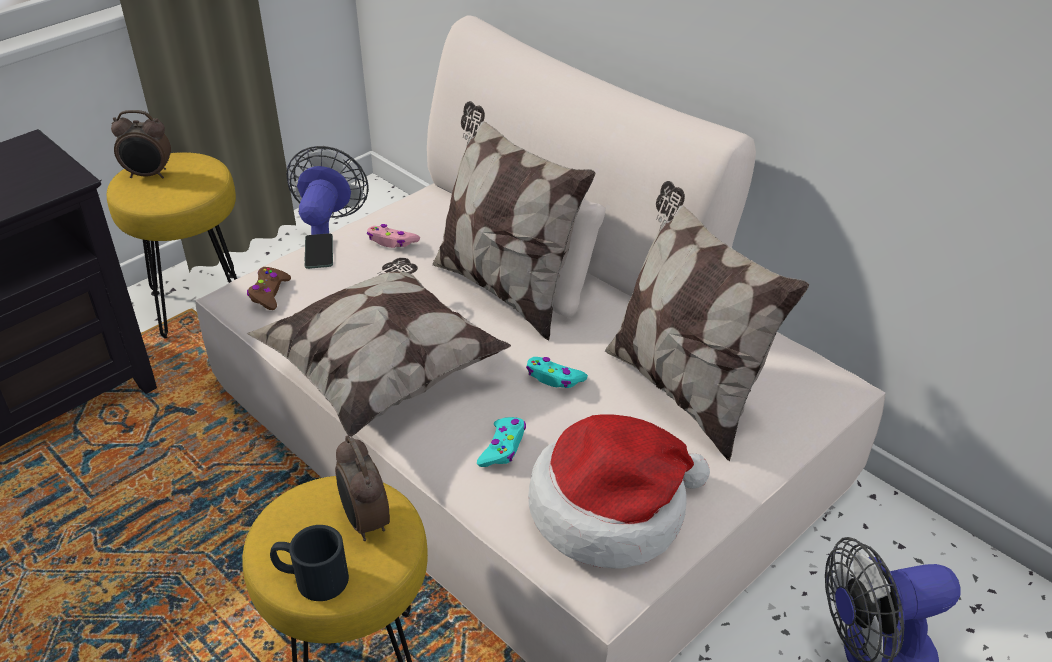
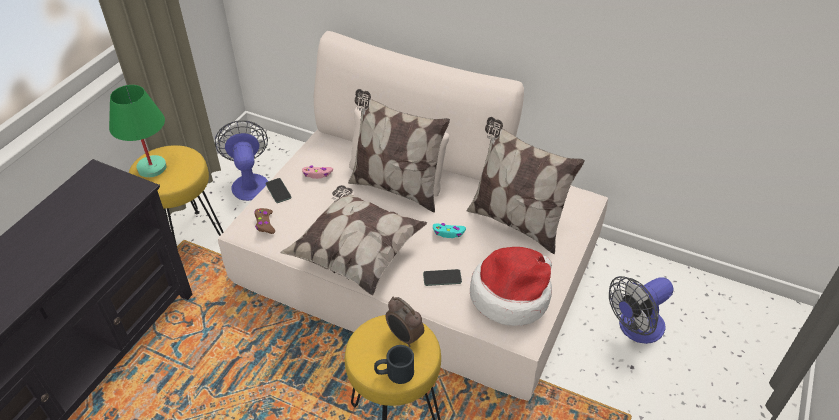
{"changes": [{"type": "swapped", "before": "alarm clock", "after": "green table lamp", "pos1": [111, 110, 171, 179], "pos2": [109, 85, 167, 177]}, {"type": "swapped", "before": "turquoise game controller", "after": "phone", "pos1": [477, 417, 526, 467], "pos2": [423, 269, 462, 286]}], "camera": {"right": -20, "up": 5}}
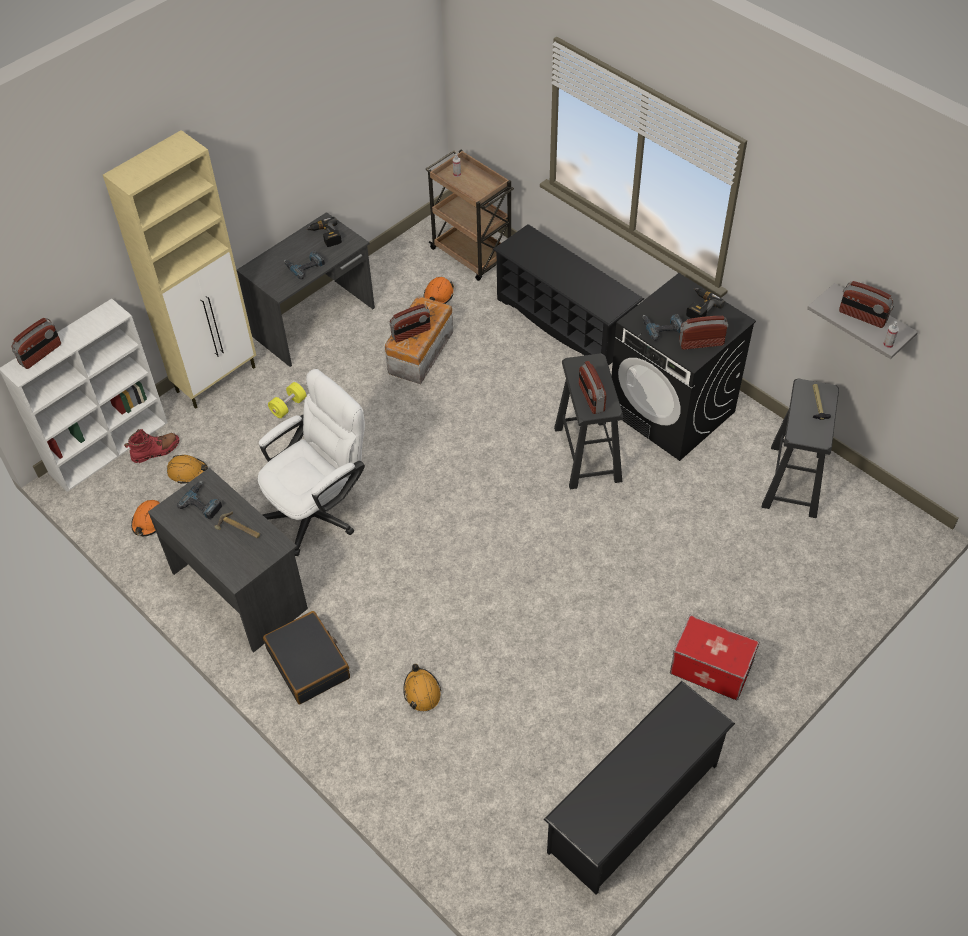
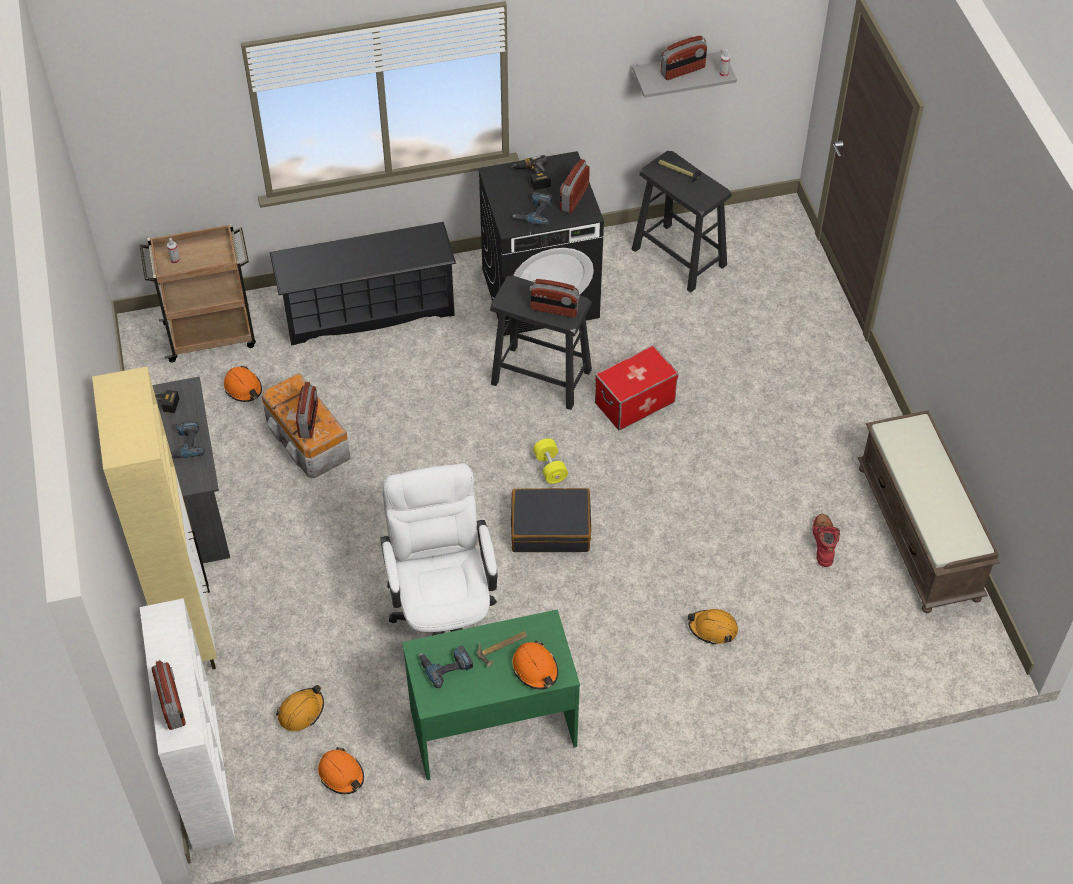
{"changes": [{"type": "repainted", "before": "grey desk", "after": "green desk", "pos1": [148, 468, 308, 652], "pos2": [402, 609, 580, 780]}, {"type": "shifted", "before": "black suitcase", "pos1": [263, 611, 350, 704], "pos2": [511, 488, 591, 552]}, {"type": "new", "after": "orange hard hat", "pos2": [512, 640, 558, 690]}, {"type": "shifted", "before": "yellow dumbbell", "pos1": [268, 382, 307, 418], "pos2": [533, 438, 568, 484]}, {"type": "shifted", "before": "storage box", "pos1": [670, 615, 759, 701], "pos2": [595, 345, 679, 430]}, {"type": "shifted", "before": "red boot", "pos1": [124, 429, 179, 463], "pos2": [812, 514, 840, 567]}, {"type": "swapped", "before": "black shoe rack", "after": "brown bench", "pos1": [544, 681, 735, 895], "pos2": [858, 410, 1000, 613]}], "camera": {"right": -60, "up": 0}}
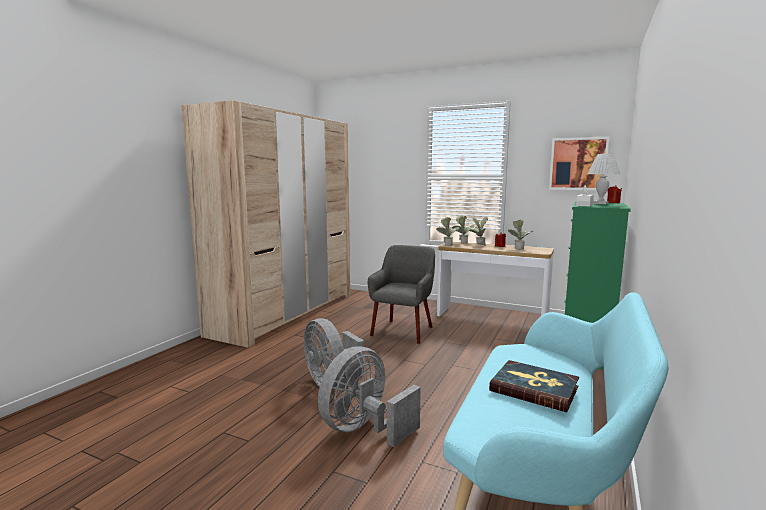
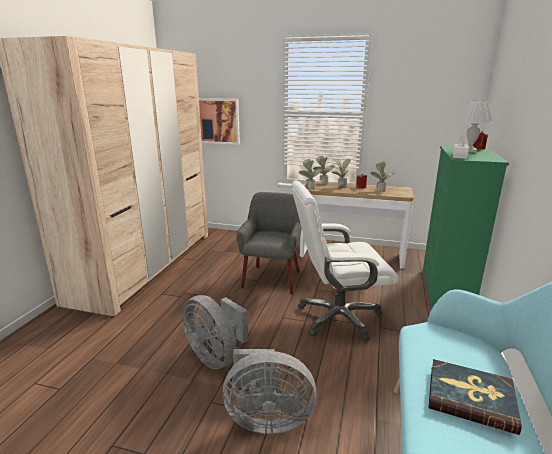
{"changes": [{"type": "shifted", "before": "picture", "pos1": [549, 136, 610, 190], "pos2": [199, 98, 240, 145]}, {"type": "rotated", "before": "grey fan", "pos1": [318, 346, 421, 448], "pos2": [223, 349, 317, 434], "turn": -120}, {"type": "new", "after": "white office chair", "pos2": [291, 180, 399, 342]}], "camera": {"right": -10, "up": 10}}
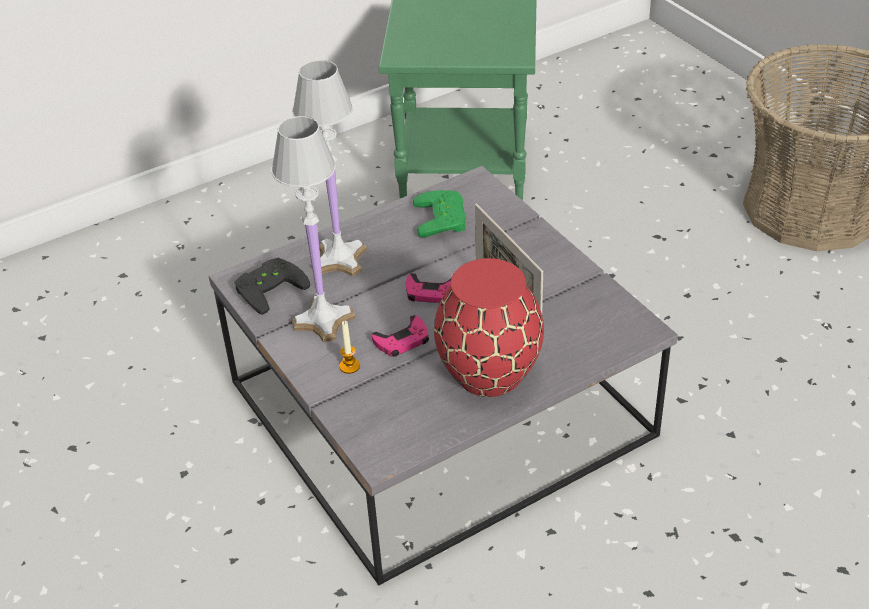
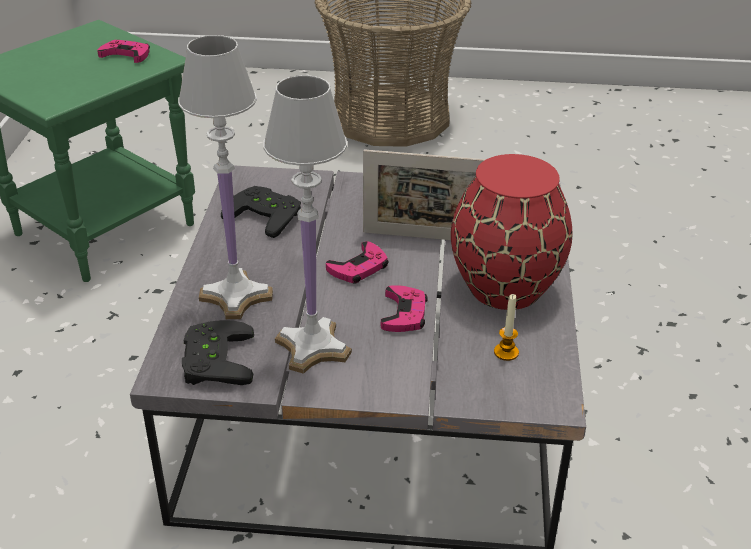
{"changes": [{"type": "new", "after": "pink game controller", "pos2": [97, 40, 150, 63]}, {"type": "repainted", "before": "green game controller", "after": "black game controller", "pos1": [413, 190, 466, 237], "pos2": [221, 186, 301, 238]}, {"type": "shifted", "before": "candle", "pos1": [339, 321, 360, 374], "pos2": [494, 294, 519, 361]}], "camera": {"right": -55, "up": -5}}
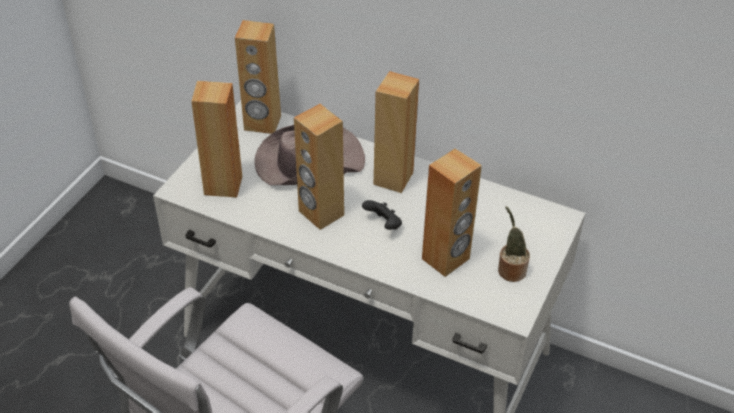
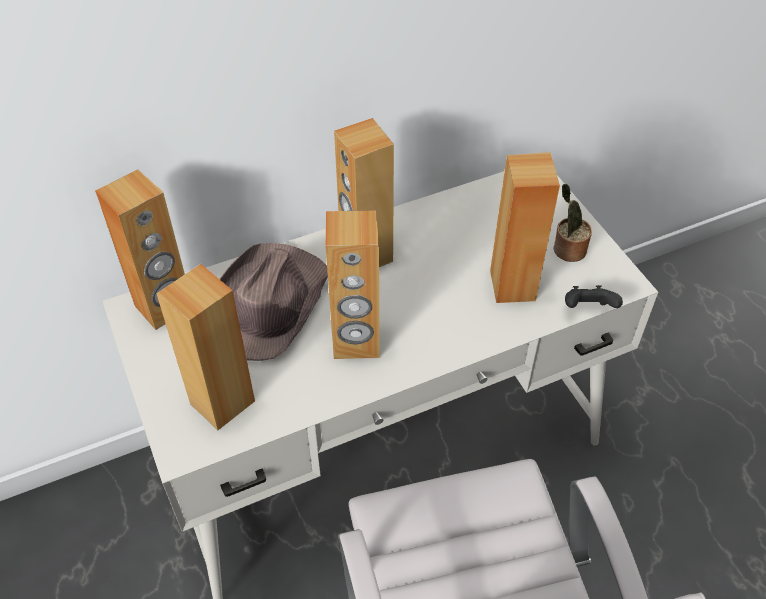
{"changes": [{"type": "shifted", "before": "black game controller", "pos1": [362, 200, 402, 230], "pos2": [565, 285, 623, 308]}], "camera": {"right": -50, "up": 5}}
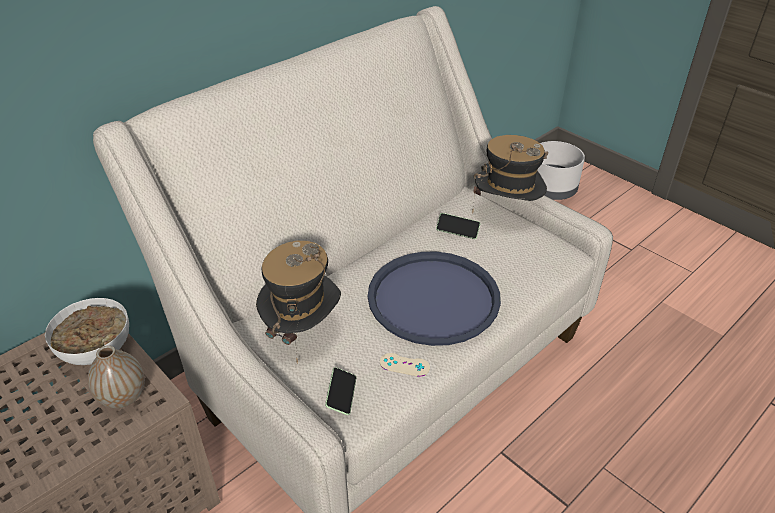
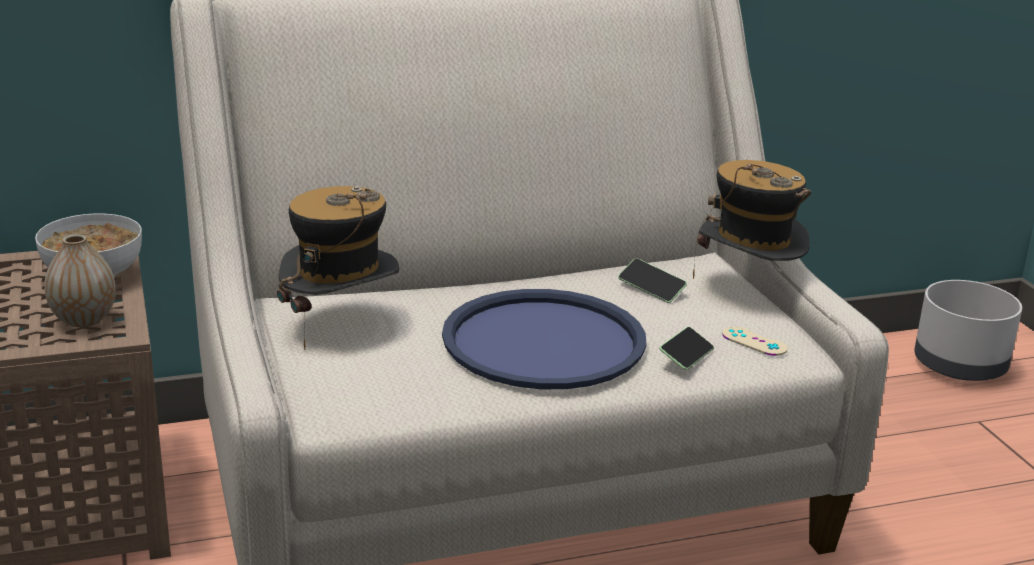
{"changes": [{"type": "shifted", "before": "phone", "pos1": [325, 367, 357, 415], "pos2": [659, 327, 714, 370]}, {"type": "shifted", "before": "beige game controller", "pos1": [380, 353, 430, 377], "pos2": [722, 326, 788, 356]}], "camera": {"right": 25, "up": -15}}
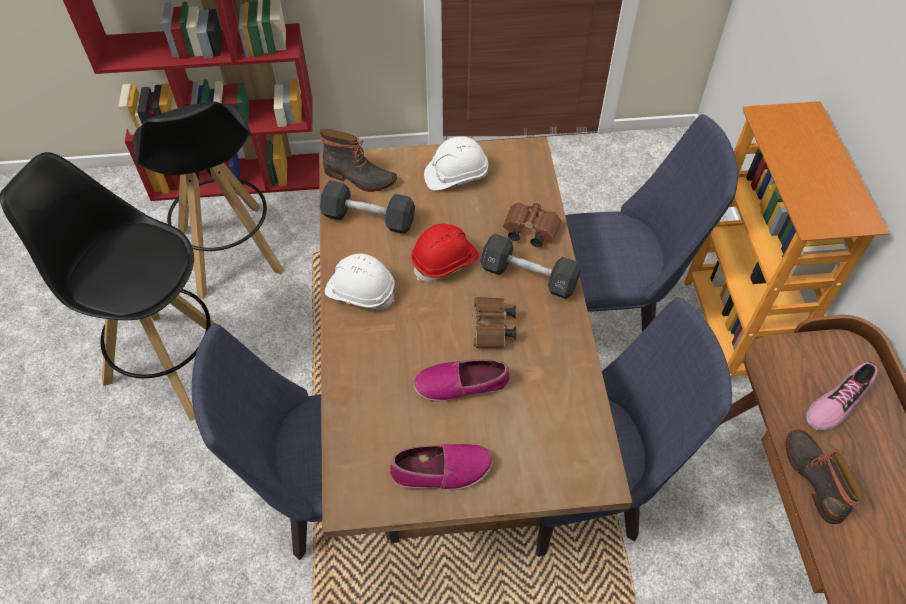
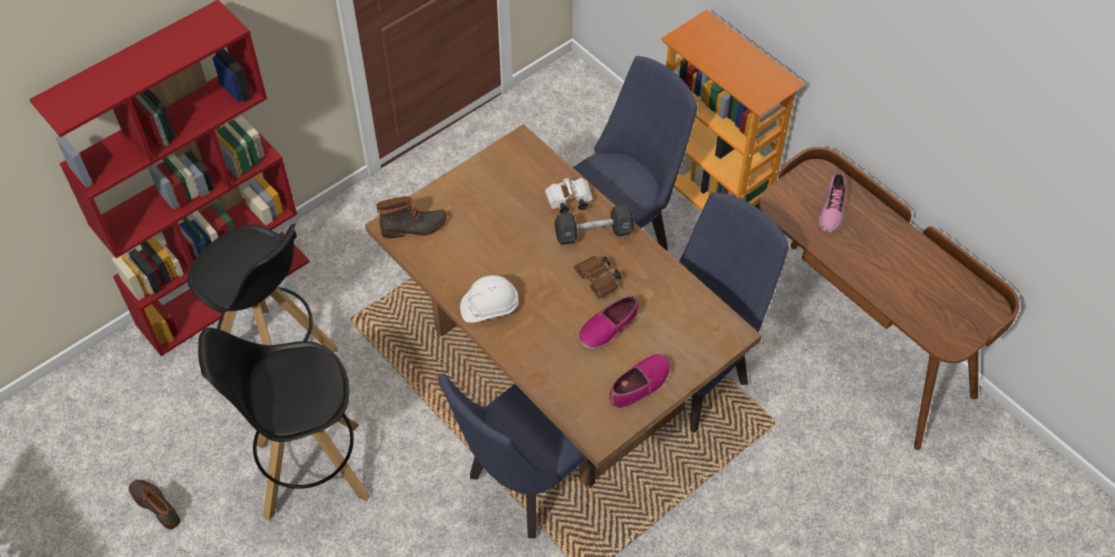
{"changes": [{"type": "shifted", "before": "boot", "pos1": [785, 430, 863, 524], "pos2": [129, 480, 180, 529]}, {"type": "repainted", "before": "brown binoculars", "after": "white binoculars", "pos1": [503, 202, 562, 247], "pos2": [545, 177, 593, 214]}, {"type": "gone", "before": "black dumbbell", "pos1": [320, 180, 415, 234]}, {"type": "gone", "before": "red hard hat", "pos1": [411, 224, 479, 282]}, {"type": "gone", "before": "white hard hat", "pos1": [424, 136, 488, 191]}], "camera": {"right": -35, "up": 0}}
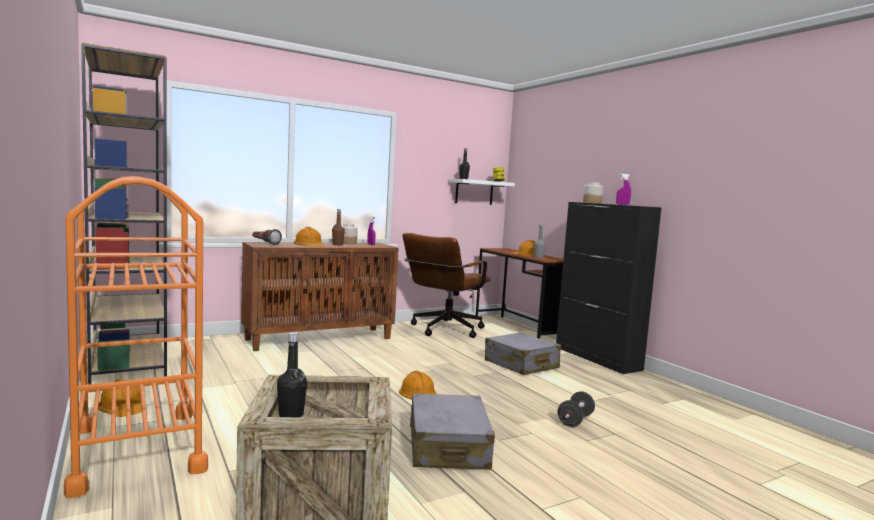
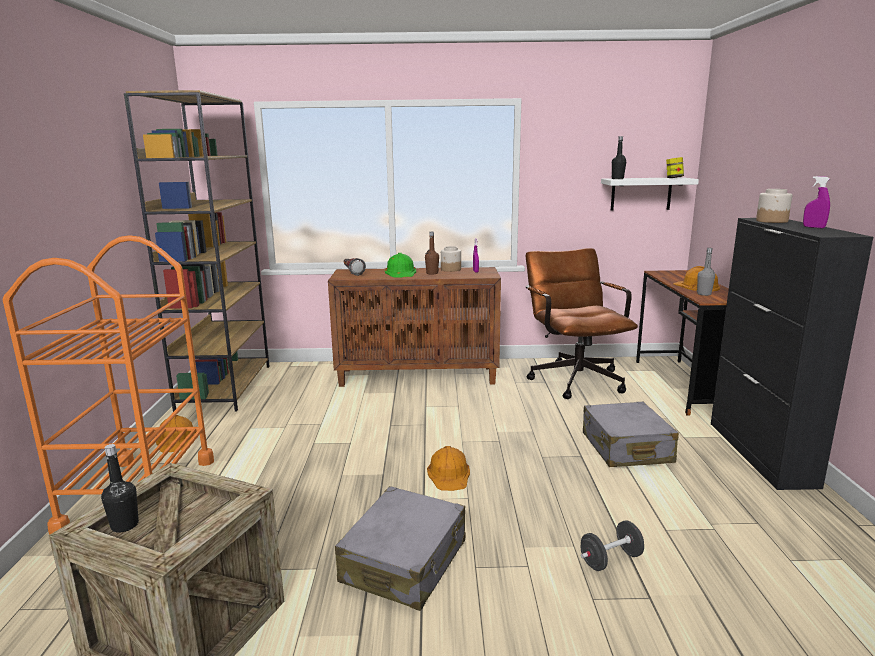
{"changes": [{"type": "repainted", "before": "orange hard hat", "after": "green hard hat", "pos1": [293, 227, 325, 247], "pos2": [385, 253, 416, 277]}, {"type": "rotated", "before": "brown office chair", "pos1": [403, 233, 491, 338], "pos2": [526, 248, 638, 399], "turn": 105}], "camera": {"right": 30, "up": 10}}
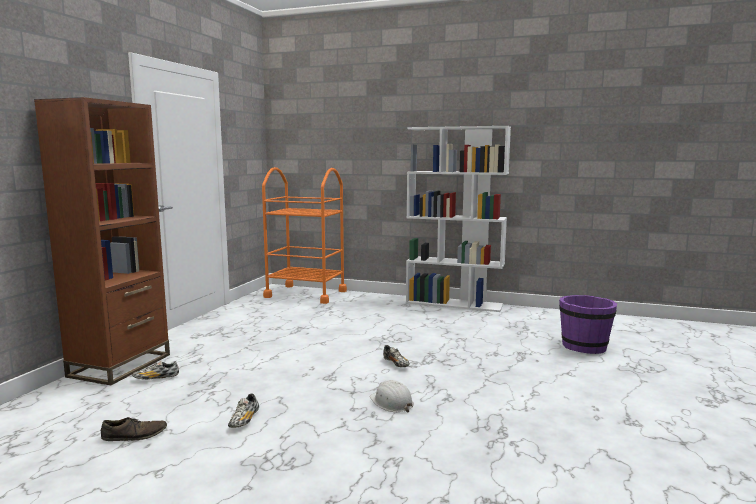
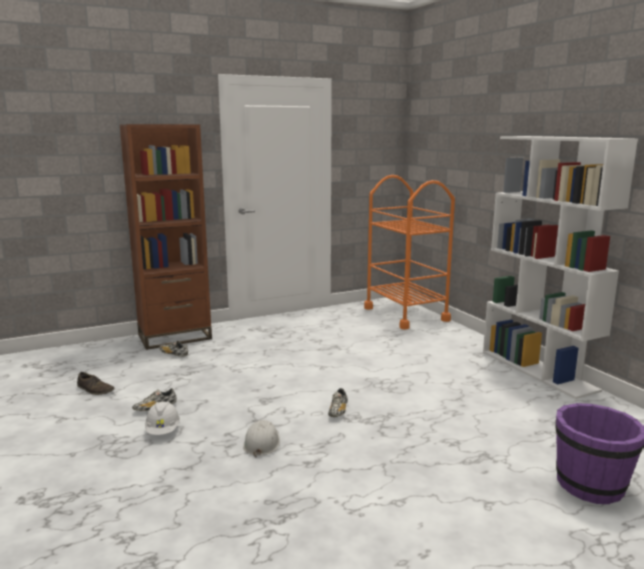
{"changes": [{"type": "new", "after": "white hard hat", "pos2": [145, 401, 180, 435]}], "camera": {"right": 45, "up": 5}}
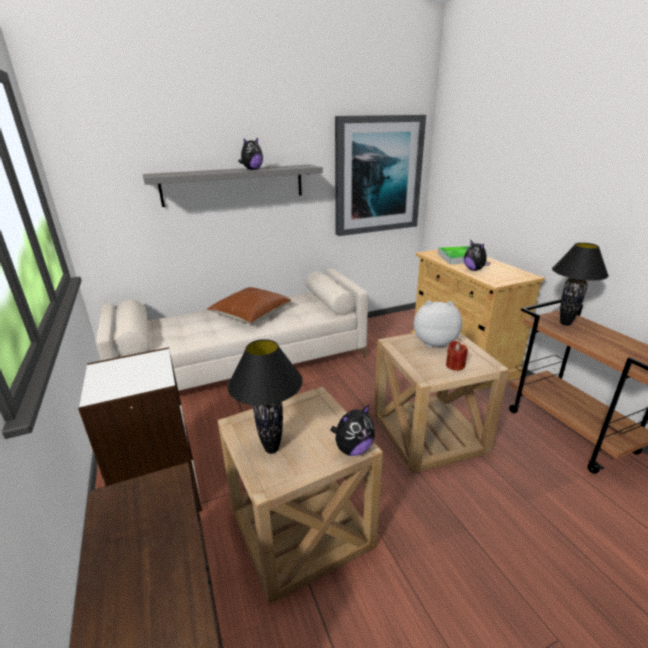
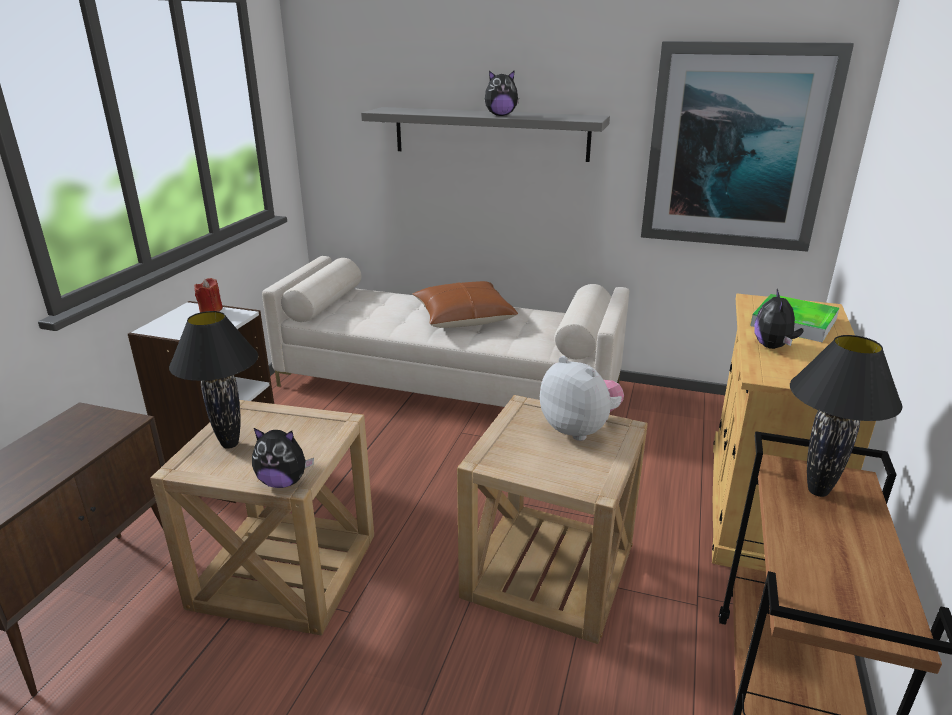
{"changes": [{"type": "shifted", "before": "red candle", "pos1": [446, 341, 468, 371], "pos2": [194, 278, 223, 312]}], "camera": {"right": 40, "up": 0}}
